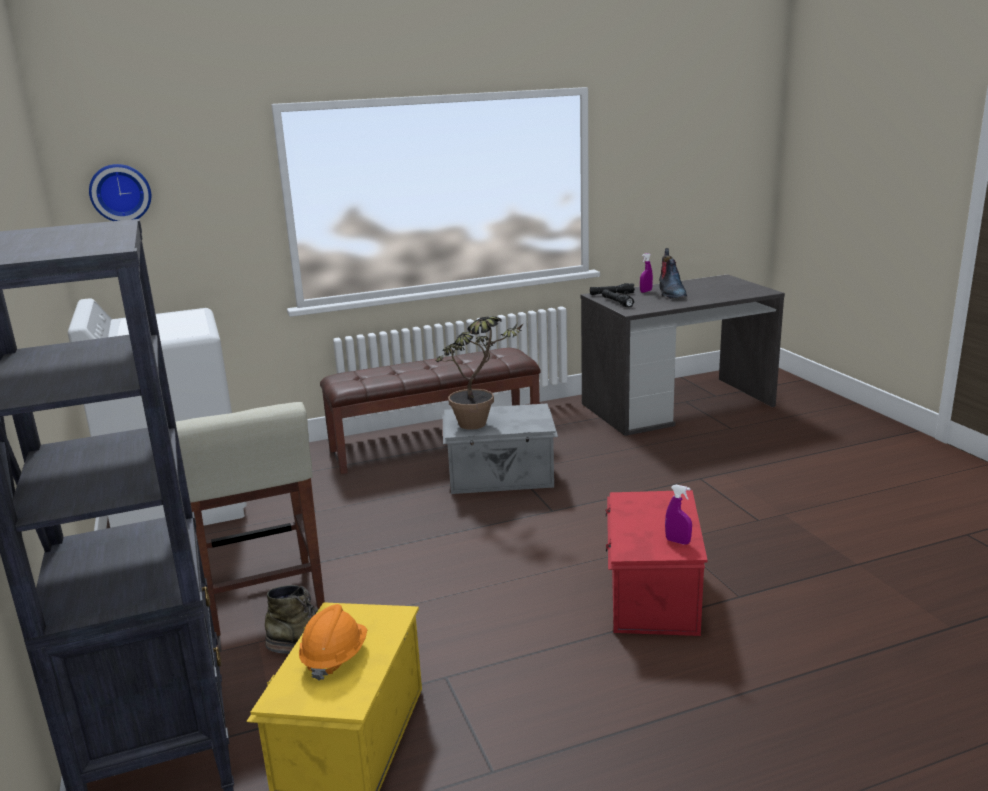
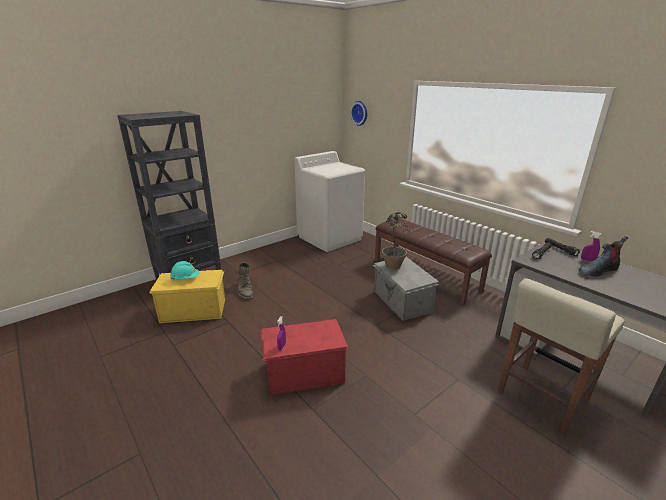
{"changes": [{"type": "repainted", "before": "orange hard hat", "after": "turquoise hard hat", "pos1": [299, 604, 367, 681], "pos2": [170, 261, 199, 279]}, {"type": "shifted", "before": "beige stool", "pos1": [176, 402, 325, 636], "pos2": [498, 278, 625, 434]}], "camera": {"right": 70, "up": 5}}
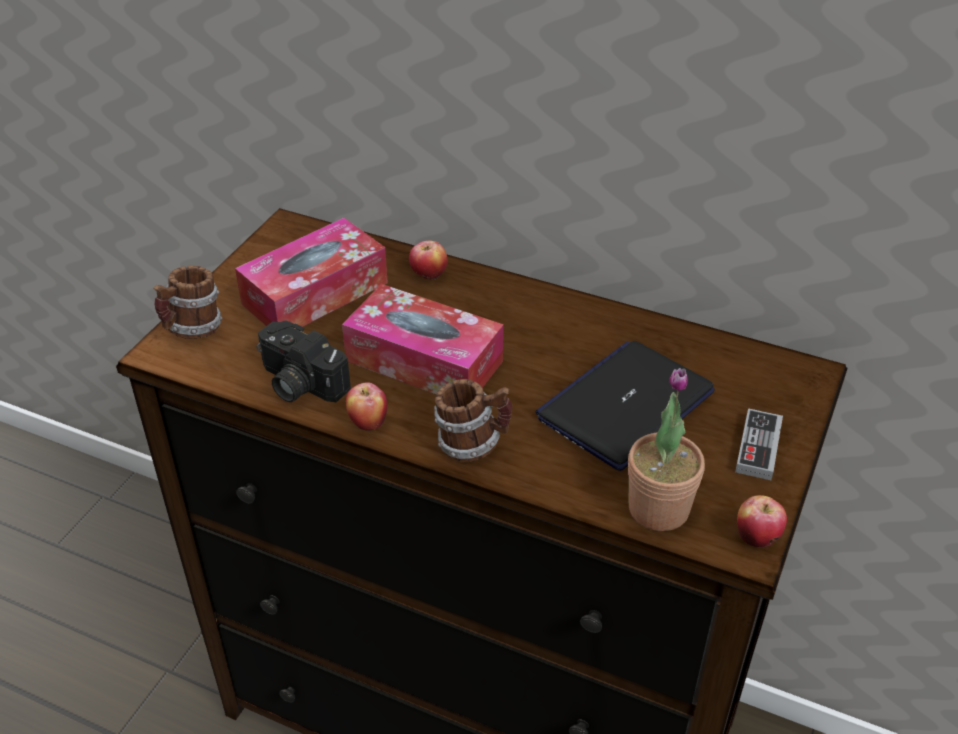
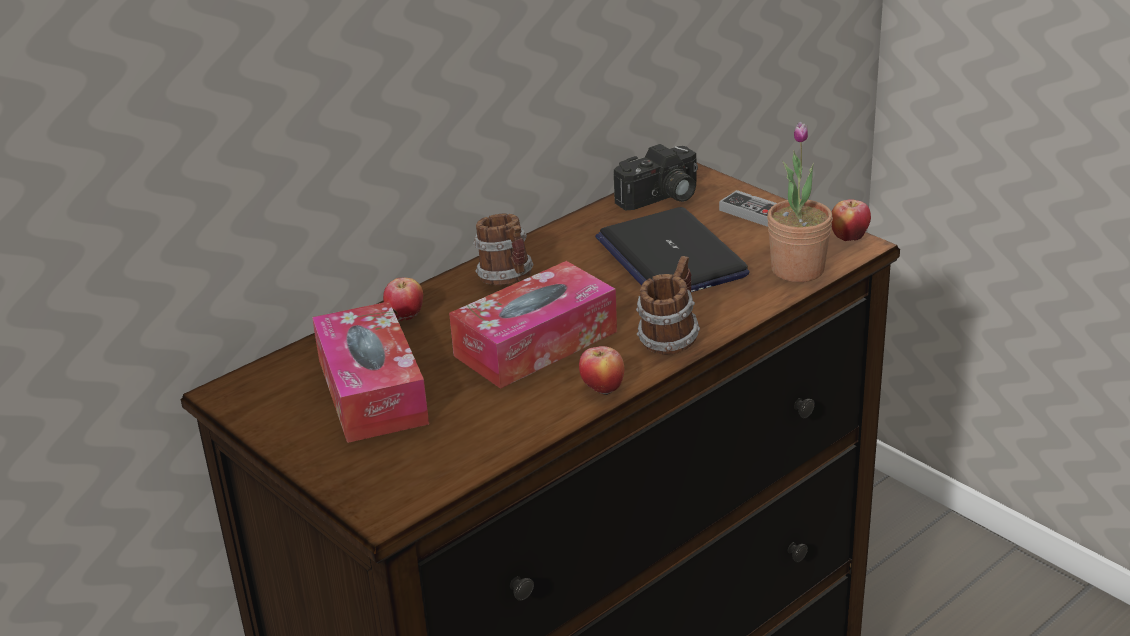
{"changes": [{"type": "shifted", "before": "mug", "pos1": [153, 266, 223, 339], "pos2": [473, 214, 533, 285]}, {"type": "shifted", "before": "photo camera", "pos1": [257, 321, 351, 402], "pos2": [614, 144, 698, 211]}], "camera": {"right": -65, "up": -10}}
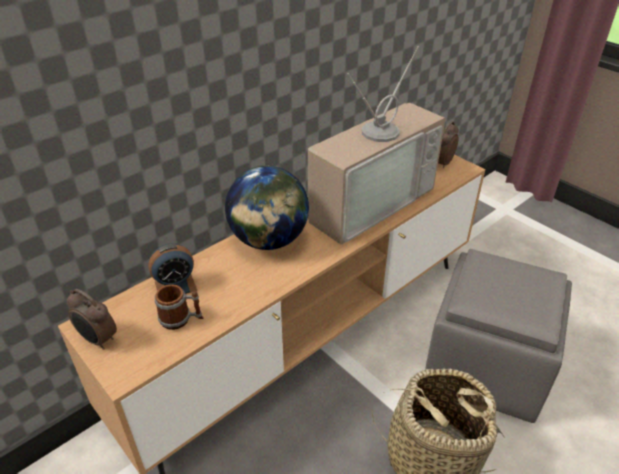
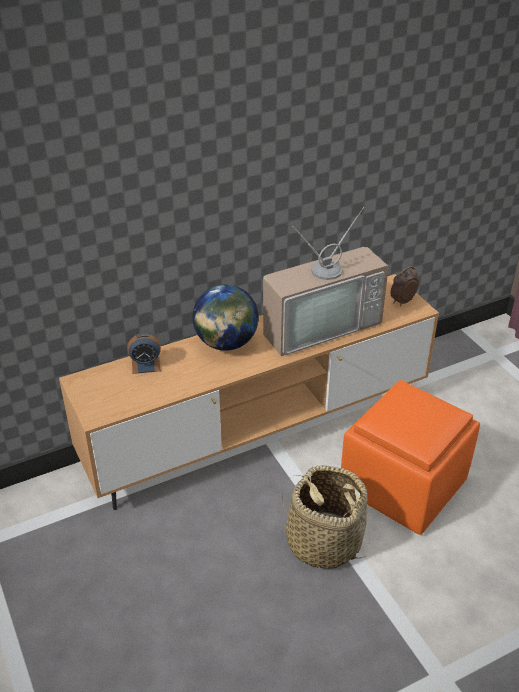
{"changes": [{"type": "repainted", "before": "grey ottoman", "after": "orange ottoman", "pos1": [425, 249, 572, 423], "pos2": [341, 380, 480, 535]}, {"type": "gone", "before": "alarm clock", "pos1": [67, 289, 117, 350]}, {"type": "gone", "before": "mug", "pos1": [155, 284, 204, 330]}], "camera": {"right": 15, "up": 0}}
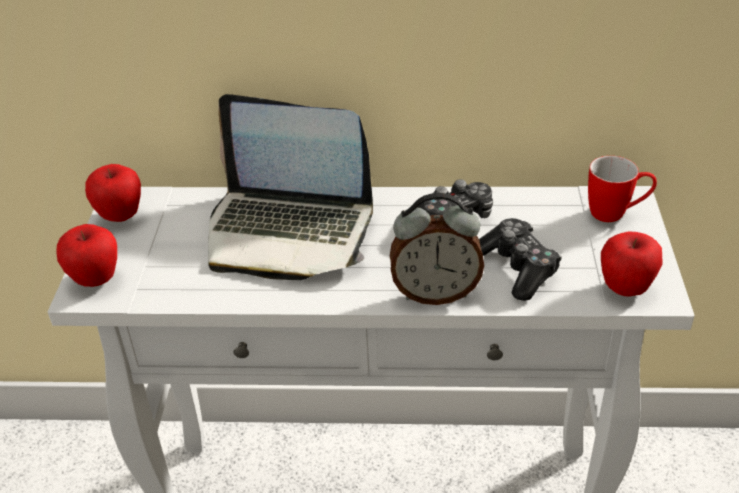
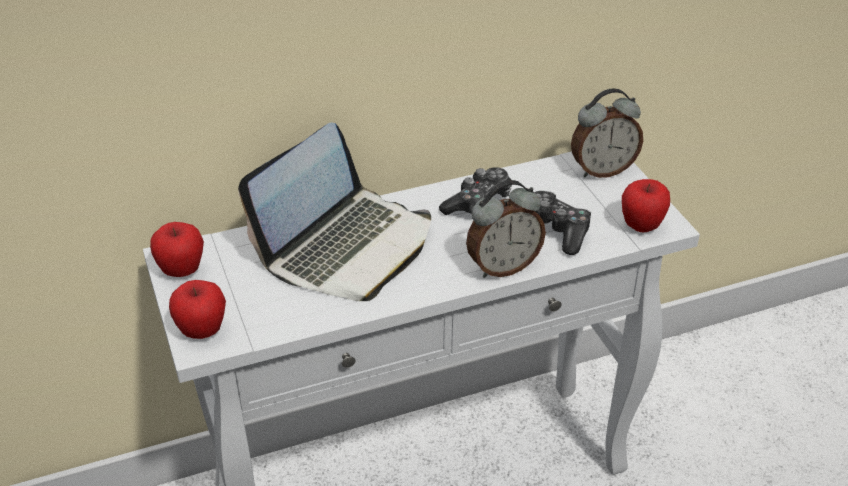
{"changes": [{"type": "rotated", "before": "laptop", "pos1": [208, 94, 373, 280], "pos2": [238, 122, 431, 301], "turn": -45}, {"type": "swapped", "before": "mug", "after": "alarm clock", "pos1": [588, 156, 657, 222], "pos2": [571, 88, 643, 178]}], "camera": {"right": -25, "up": 0}}
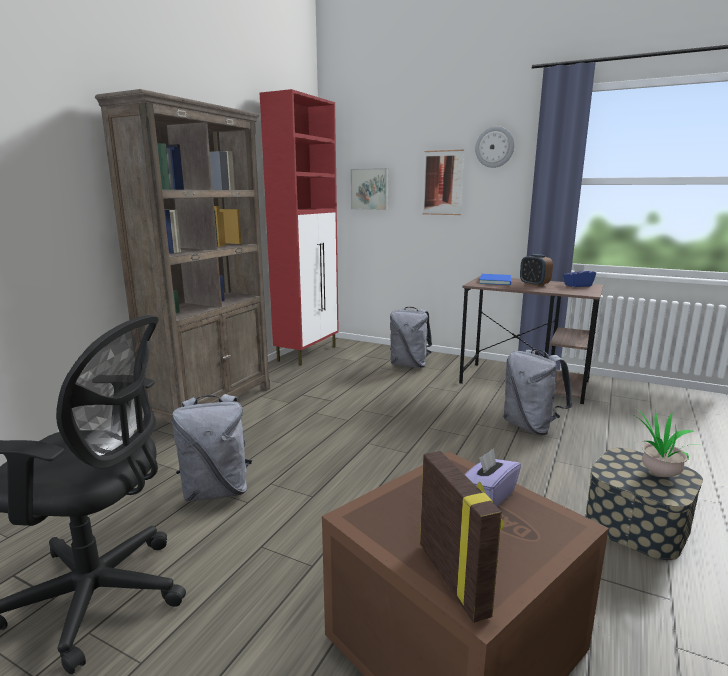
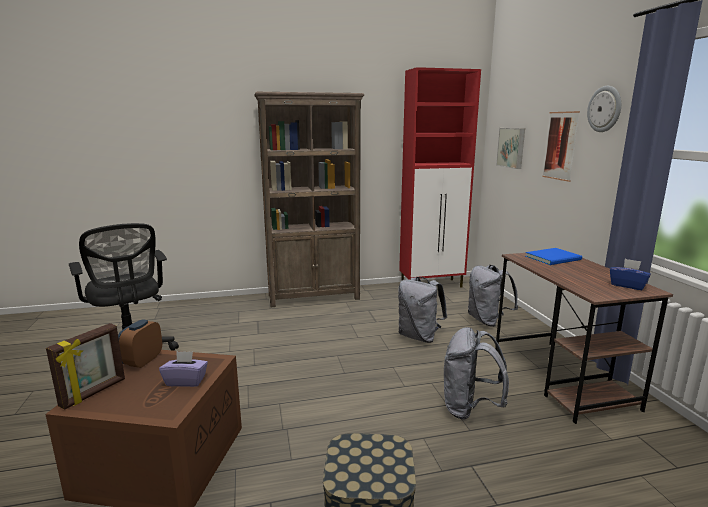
{"changes": [{"type": "shifted", "before": "alarm clock", "pos1": [520, 254, 553, 286], "pos2": [118, 319, 162, 368]}, {"type": "shifted", "before": "grey backpack", "pos1": [172, 394, 252, 502], "pos2": [398, 277, 447, 343]}, {"type": "gone", "before": "potted plant", "pos1": [632, 409, 702, 477]}], "camera": {"right": 50, "up": 0}}
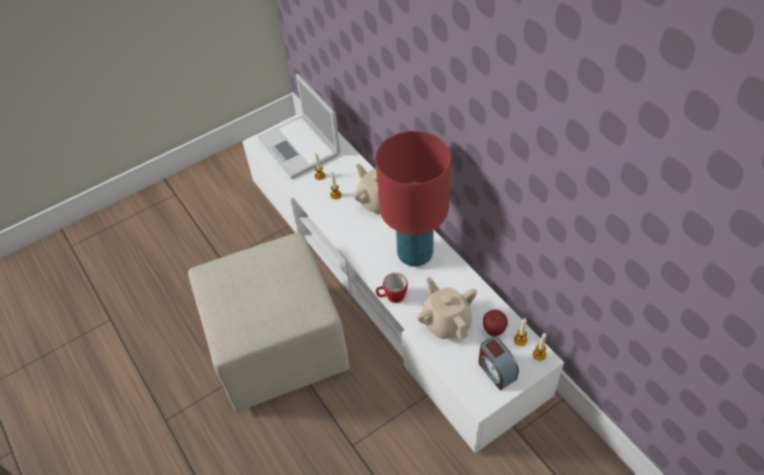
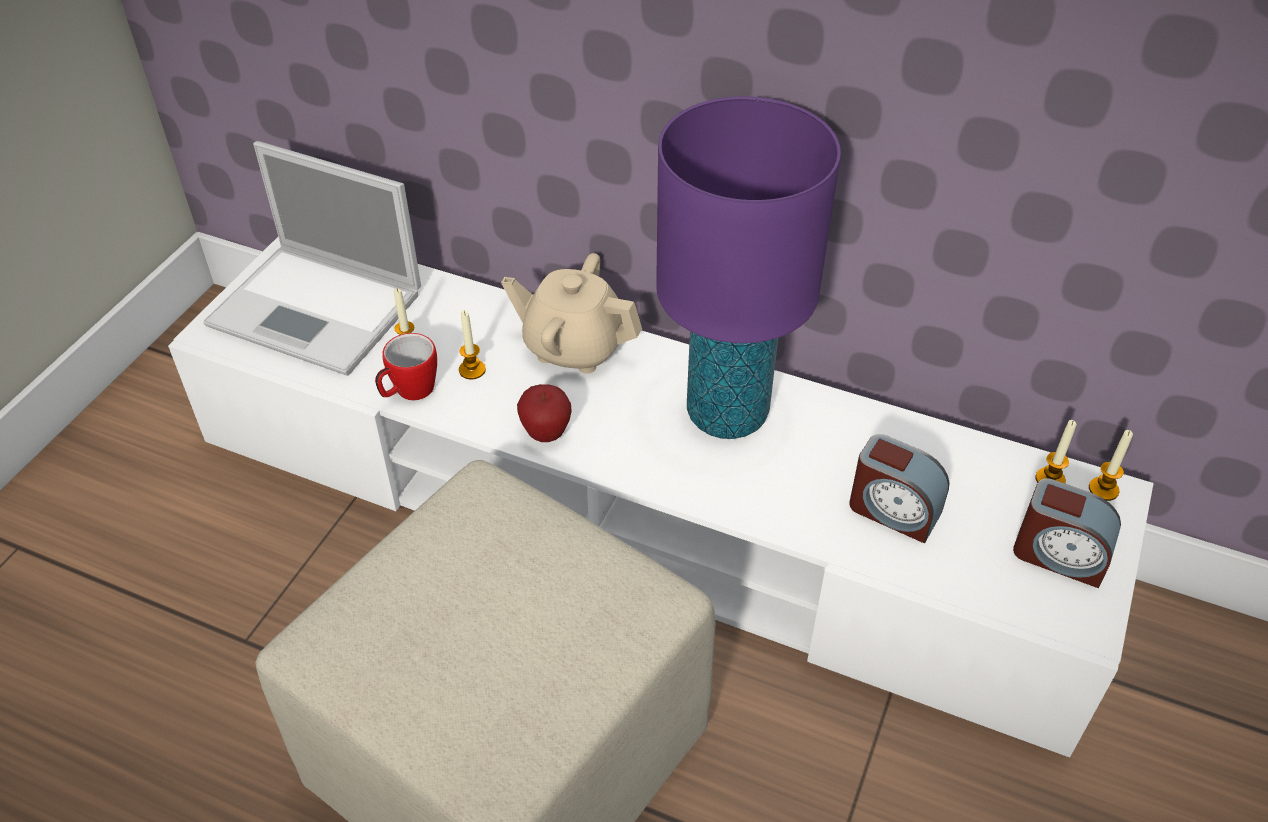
{"changes": [{"type": "shifted", "before": "mug", "pos1": [376, 273, 408, 303], "pos2": [375, 333, 437, 400]}, {"type": "shifted", "before": "apple", "pos1": [483, 310, 508, 336], "pos2": [517, 384, 572, 442]}, {"type": "repainted", "before": "red table lamp", "after": "purple table lamp", "pos1": [375, 131, 451, 267], "pos2": [656, 96, 841, 439]}, {"type": "swapped", "before": "beige teapot", "after": "alarm clock", "pos1": [417, 277, 477, 339], "pos2": [849, 434, 950, 543]}], "camera": {"right": -35, "up": -5}}
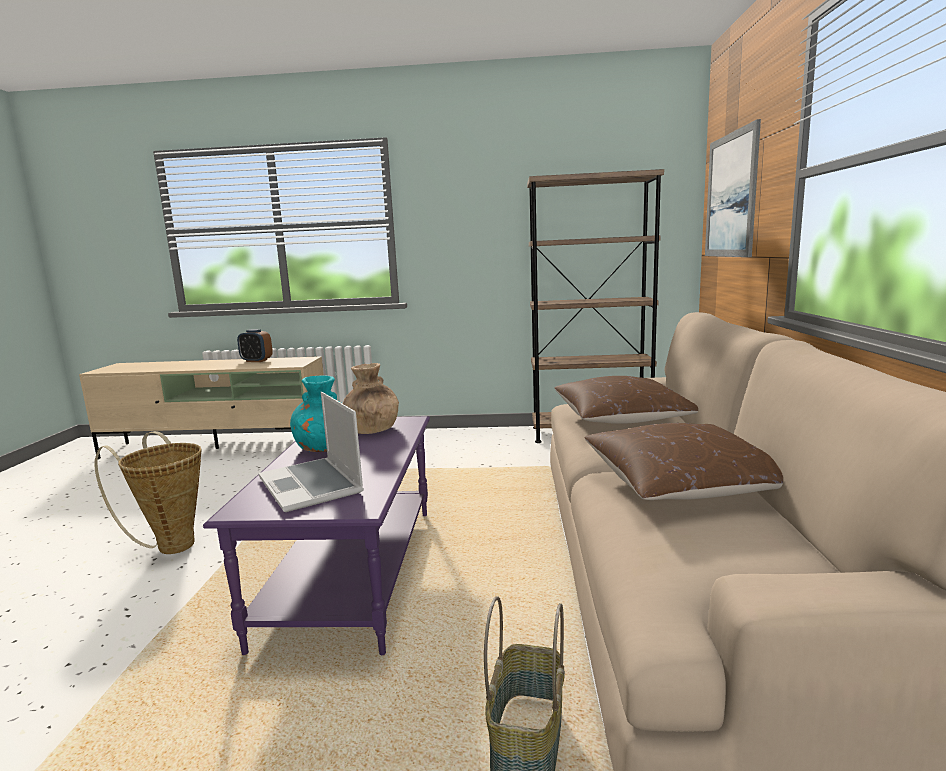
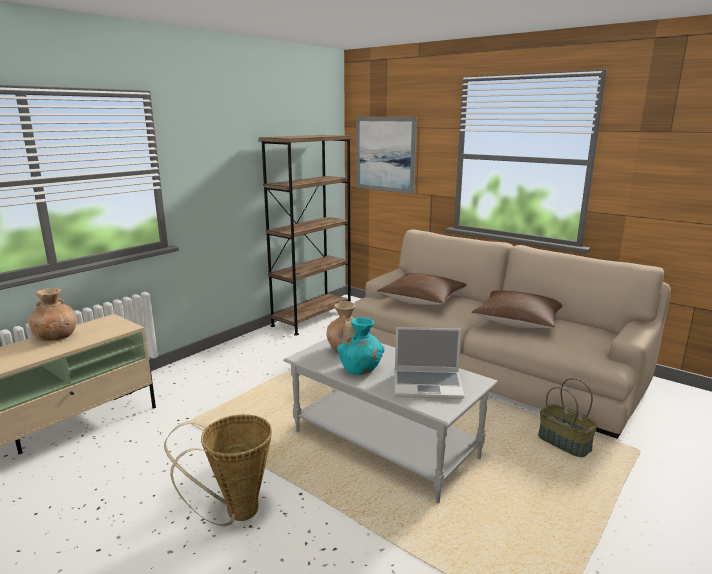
{"changes": [{"type": "swapped", "before": "alarm clock", "after": "brown vase", "pos1": [237, 329, 273, 362], "pos2": [28, 288, 77, 341]}, {"type": "repainted", "before": "purple coffee table", "after": "grey coffee table", "pos1": [203, 416, 430, 655], "pos2": [283, 339, 498, 503]}], "camera": {"right": -55, "up": 5}}
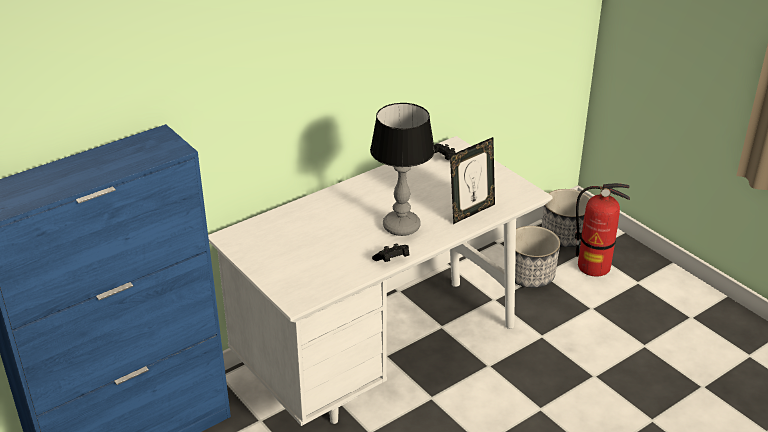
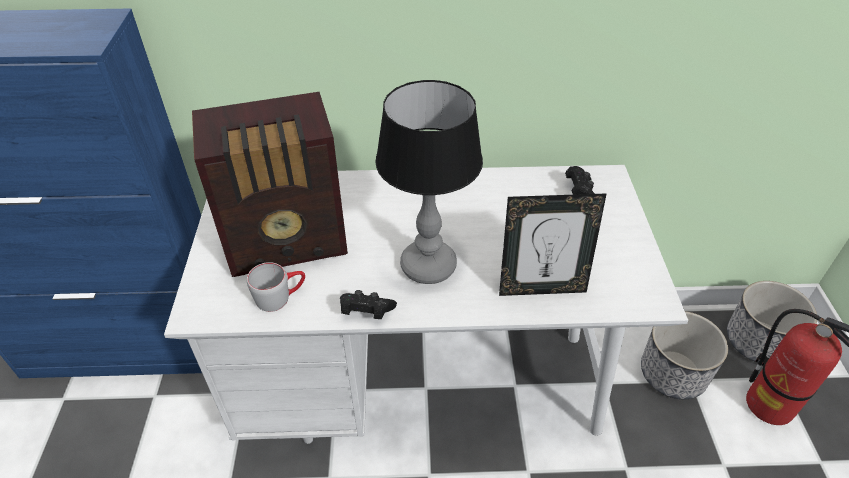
{"changes": [{"type": "new", "after": "radio", "pos2": [192, 92, 348, 277]}, {"type": "new", "after": "grey mug", "pos2": [247, 262, 305, 312]}], "camera": {"right": 35, "up": 10}}
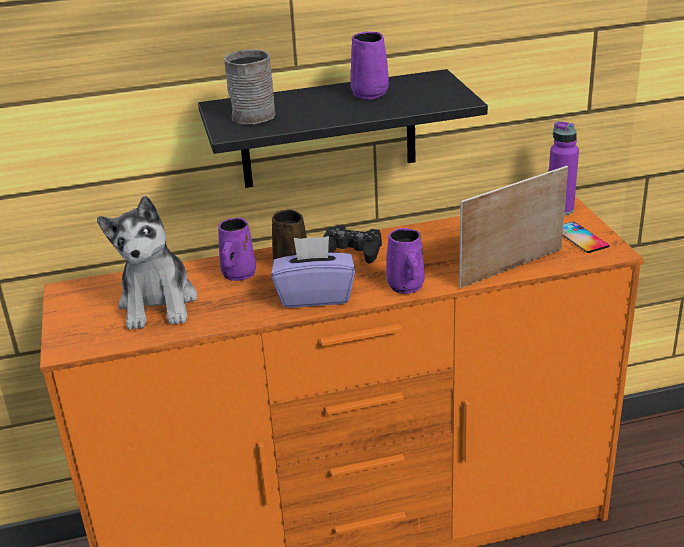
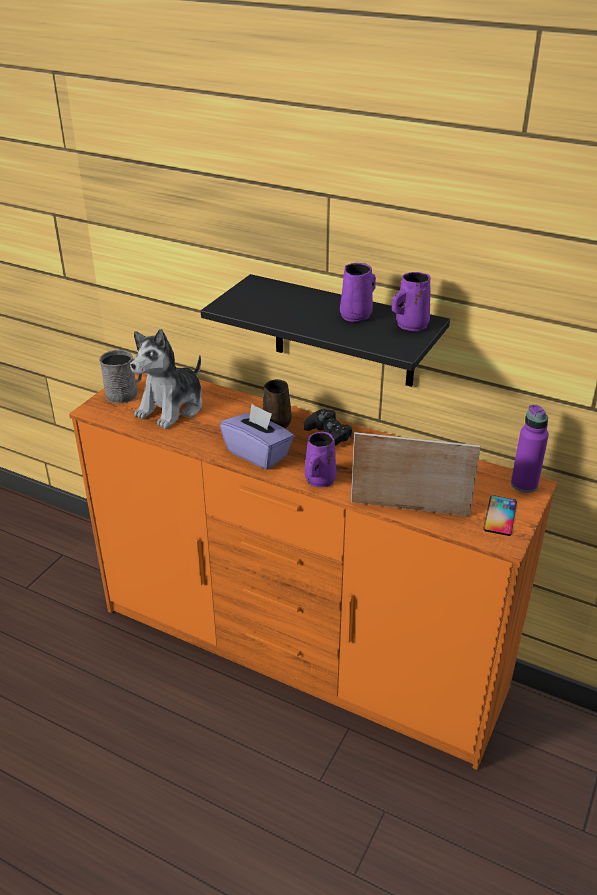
{"changes": [{"type": "shifted", "before": "grey mug", "pos1": [224, 49, 276, 124], "pos2": [99, 350, 142, 403]}, {"type": "shifted", "before": "purple mug", "pos1": [218, 218, 256, 281], "pos2": [392, 272, 431, 331]}], "camera": {"right": 40, "up": 5}}
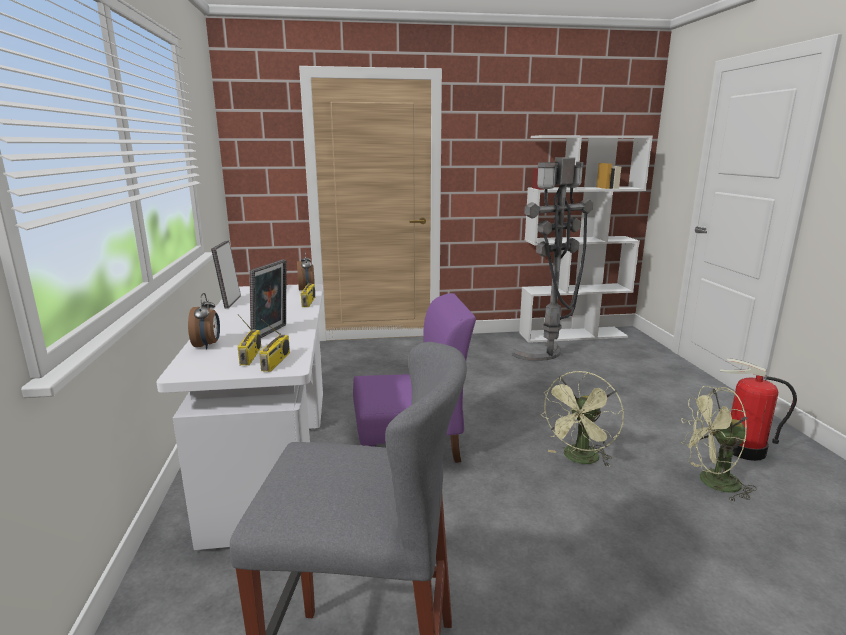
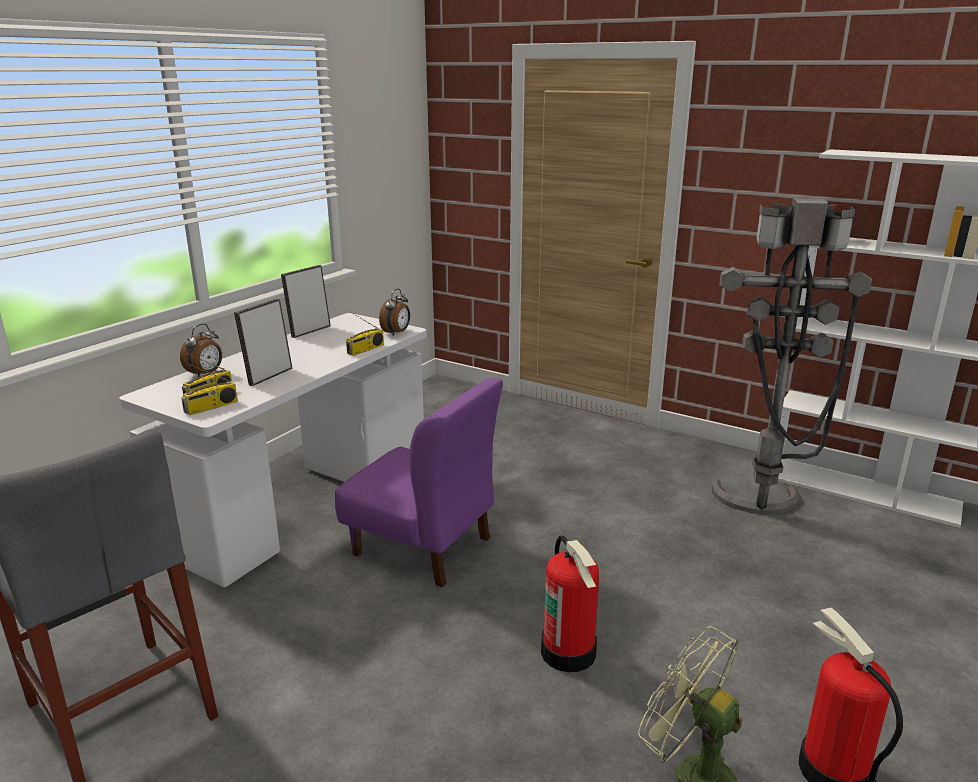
{"changes": [{"type": "rotated", "before": "picture frame", "pos1": [249, 259, 287, 338], "pos2": [234, 299, 292, 386], "turn": 150}, {"type": "swapped", "before": "green fan", "after": "fire extinguisher", "pos1": [540, 371, 624, 467], "pos2": [541, 535, 599, 672]}], "camera": {"right": 40, "up": 5}}
